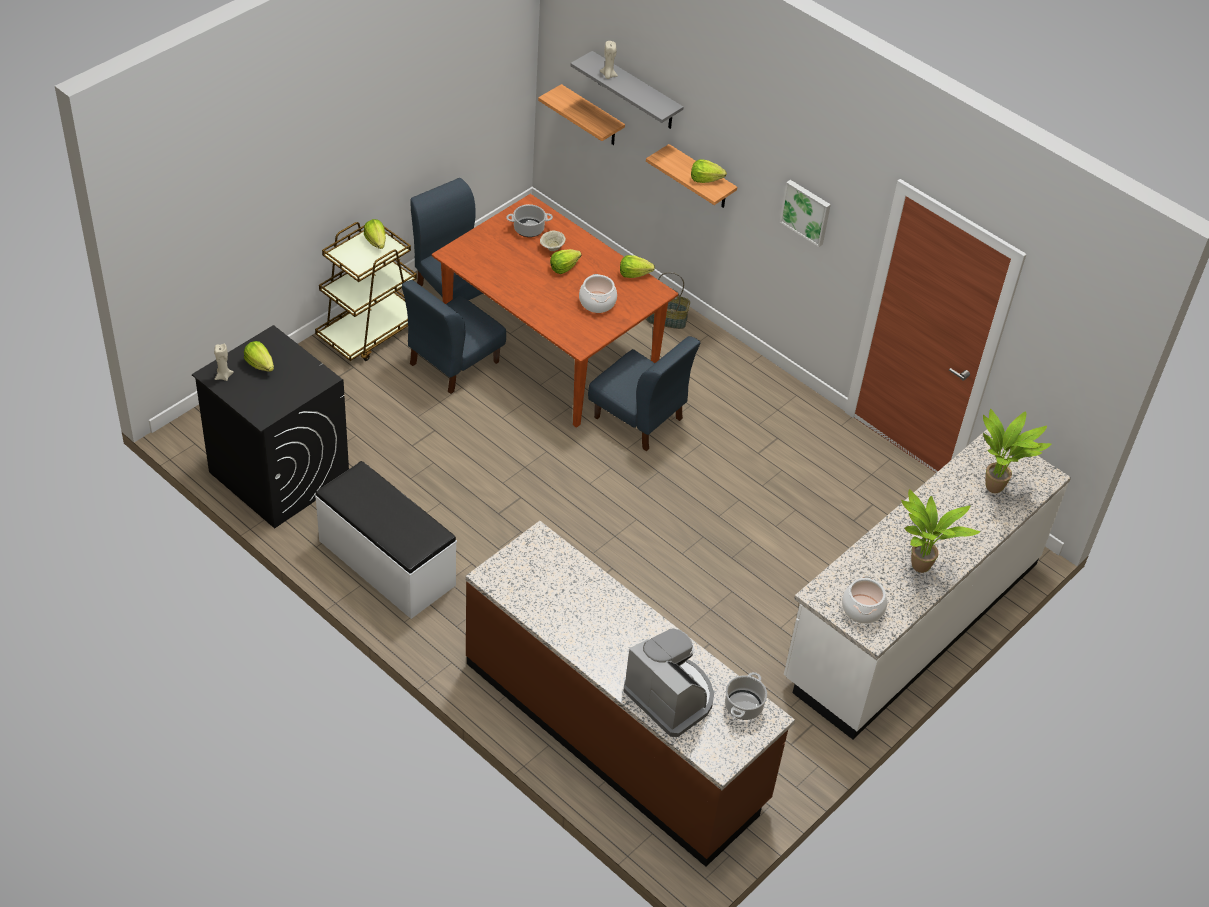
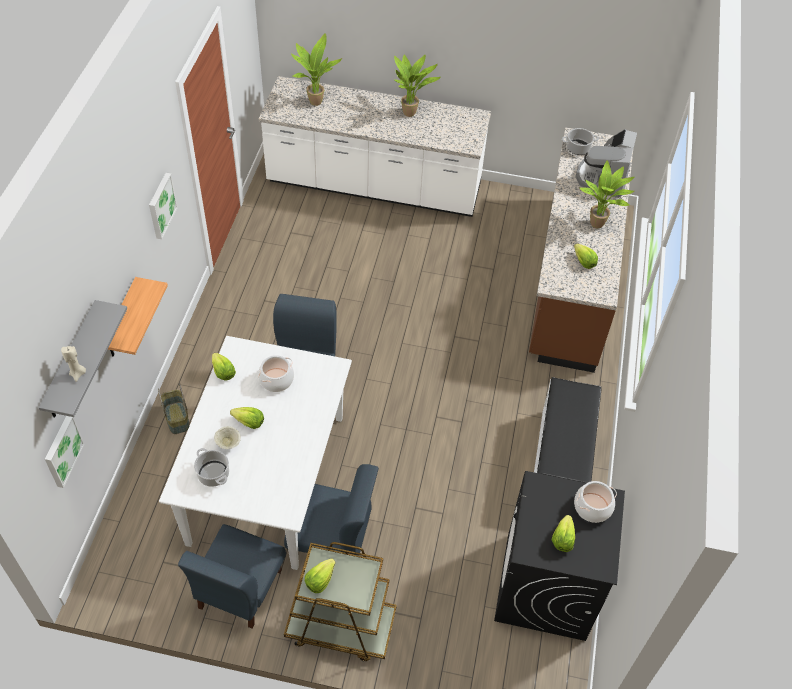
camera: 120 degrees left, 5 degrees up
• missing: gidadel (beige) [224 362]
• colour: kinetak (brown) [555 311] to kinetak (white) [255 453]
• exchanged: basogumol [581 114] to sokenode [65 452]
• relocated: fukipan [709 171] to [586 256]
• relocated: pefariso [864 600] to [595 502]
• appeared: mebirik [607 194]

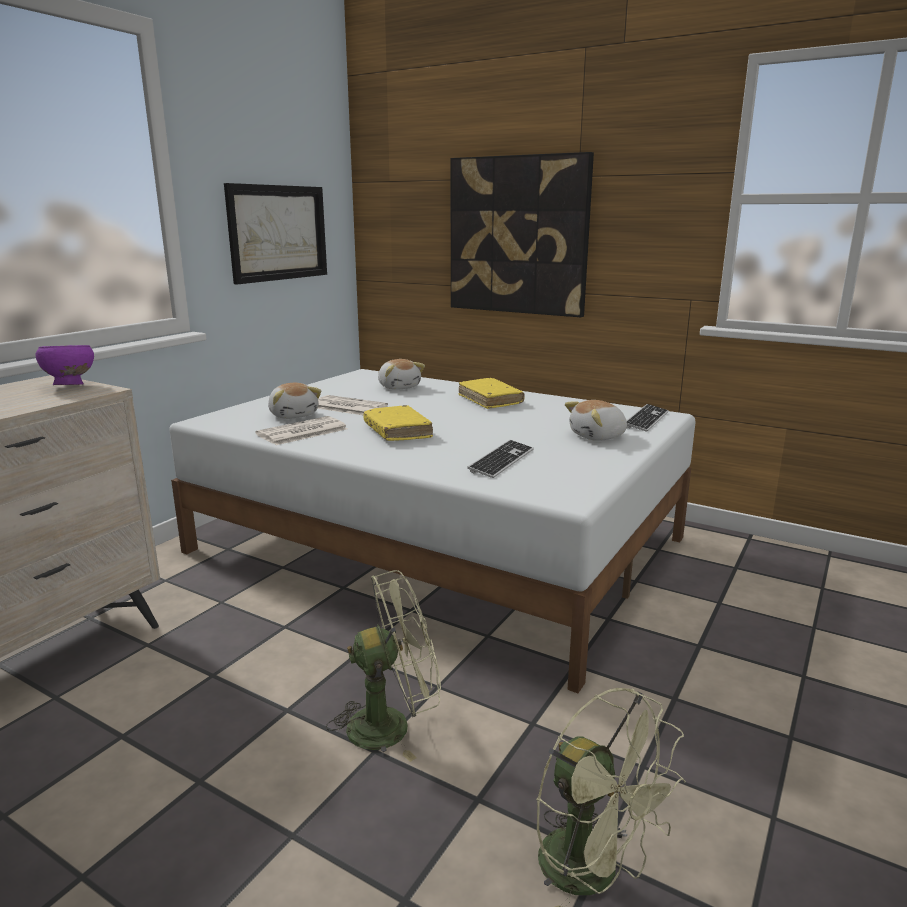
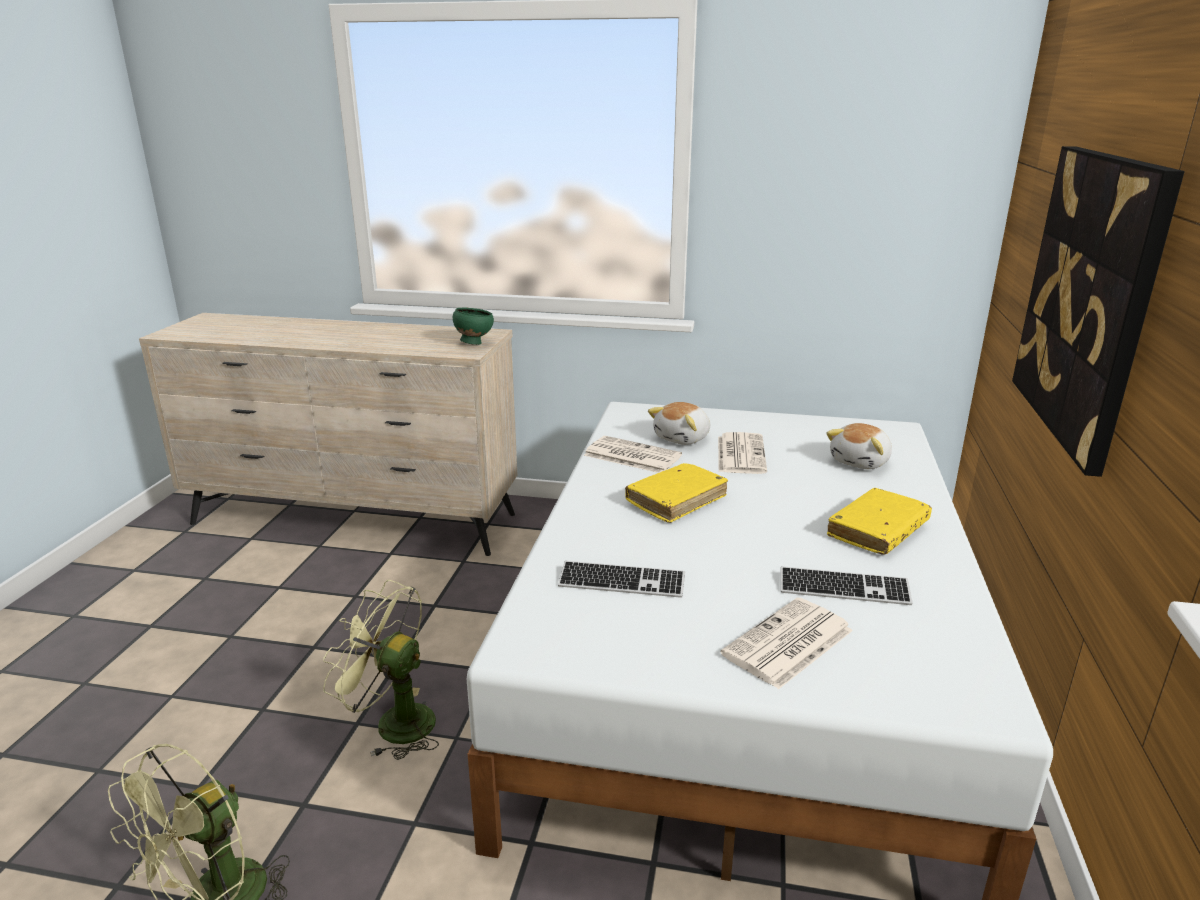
camera: 70 degrees right, 5 degrees up
• colour: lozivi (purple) [65 365] to lozivi (green) [473 326]
• missing: sokenode [275 233]
• spun: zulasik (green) [383 666] = [381 670] 150 degrees clockwise
• exchanged: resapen [596 420] to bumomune [787 643]
• relocated: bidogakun [648 417] to [846 585]

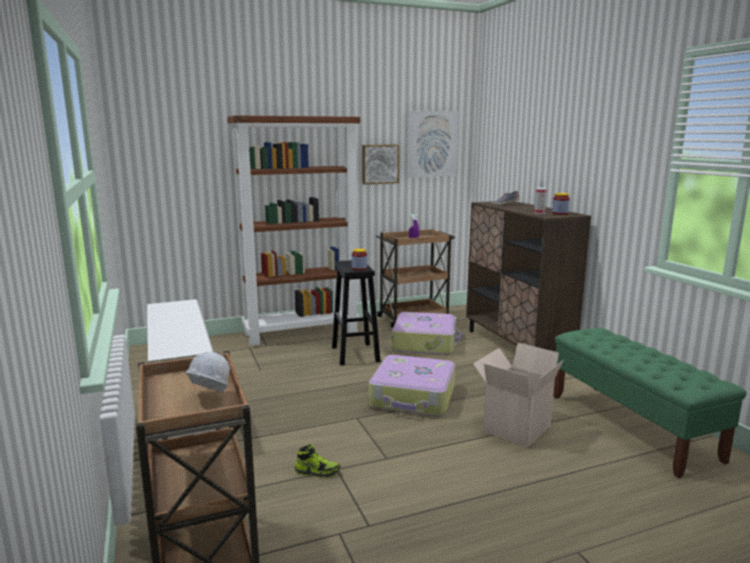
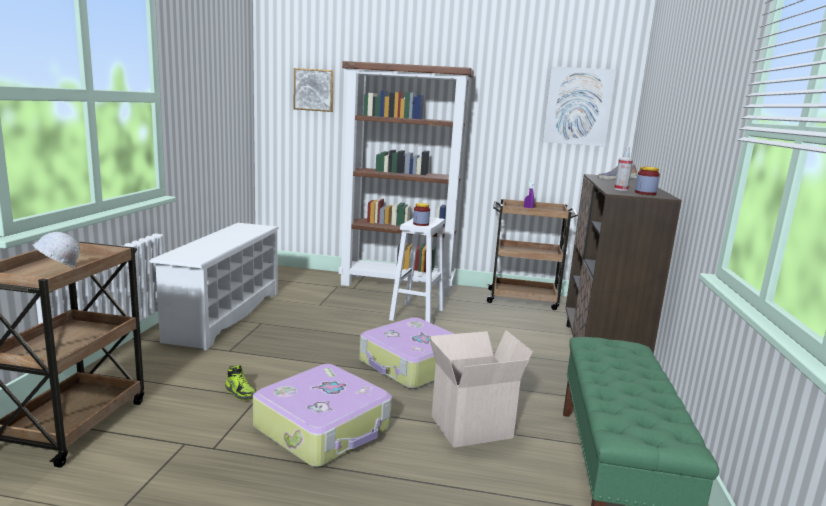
camera: 30 degrees right, 0 degrees up
• colour: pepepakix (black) [356 313] to pepepakix (white) [417 270]
• relocated: sokenode [380 164] to [314 90]
• relocated: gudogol [427 333] to [322 415]

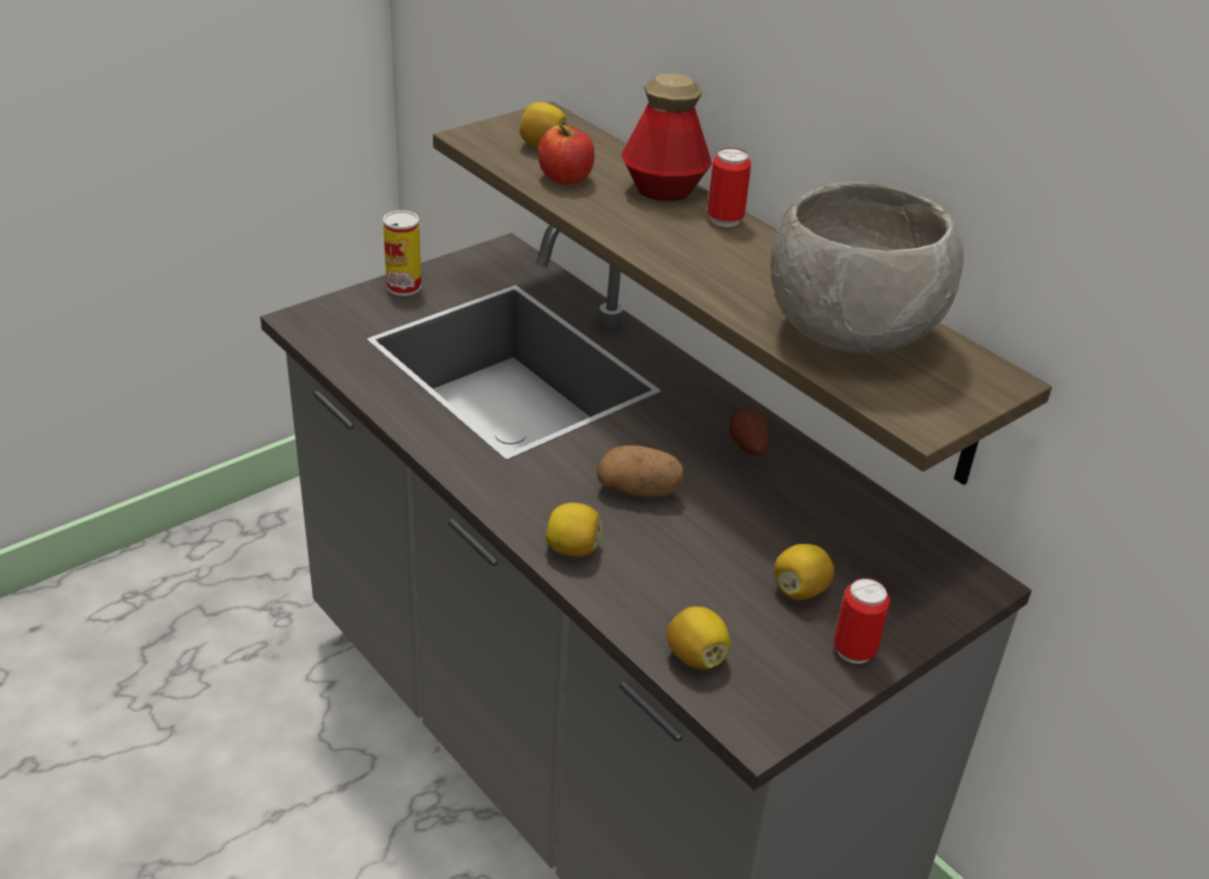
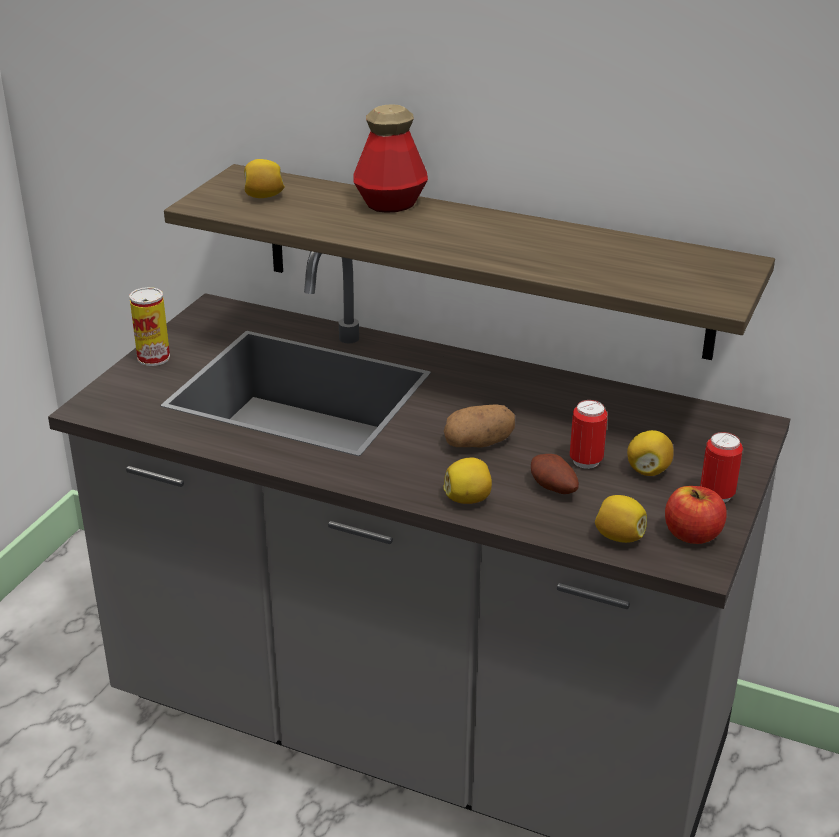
camera: 25 degrees left, 5 degrees down
• relocated: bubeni [566 155] to [696 515]
• relocated: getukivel [729 187] to [588 434]
• relocated: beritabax [749 432] to [555 474]
• missing: lozivi (grey) [867 267]

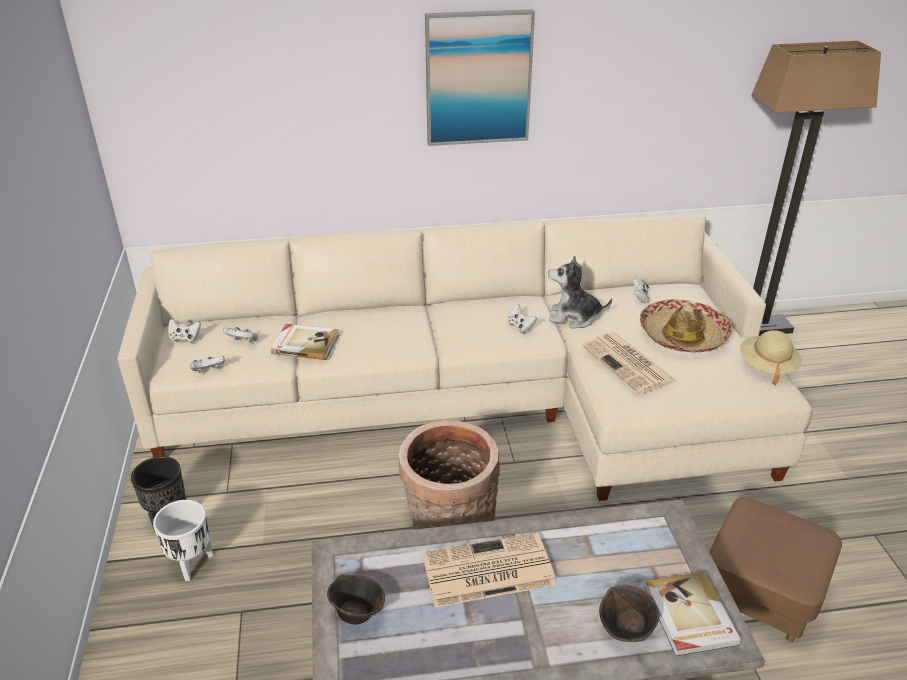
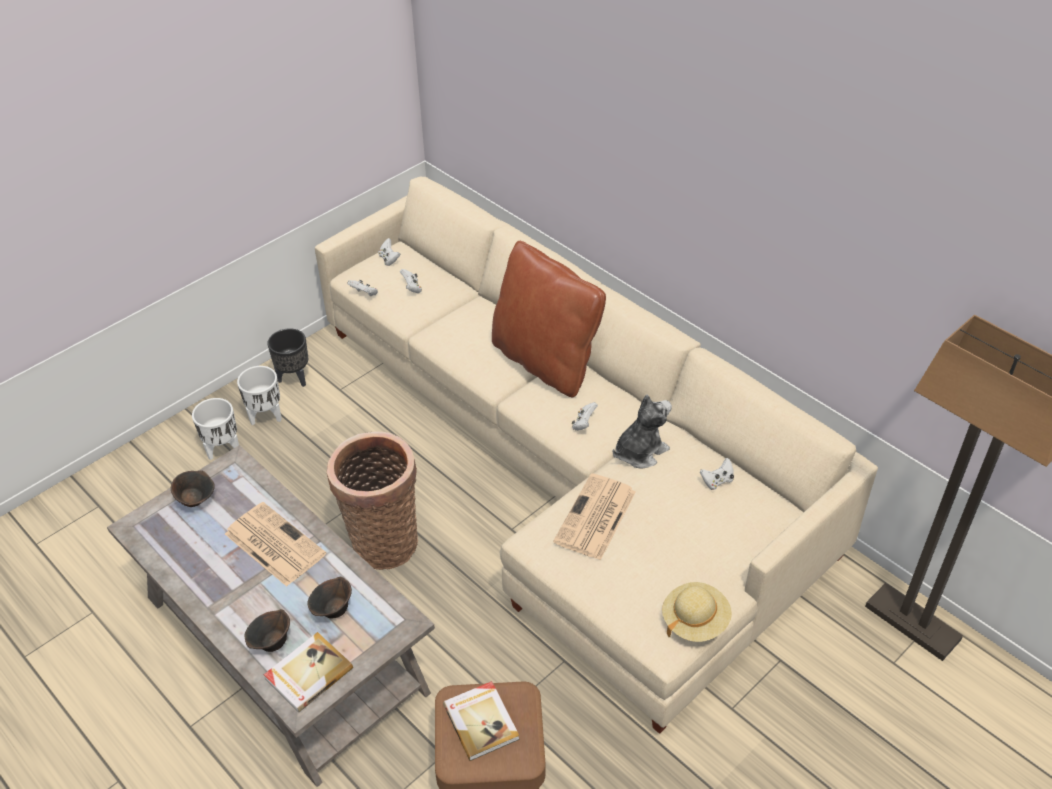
camera: 55 degrees right, 10 degrees up
• relocated: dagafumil [304 342] to [481 721]
• missing: sokenode [480 77]
• spun: resapen [580 292] = [642 432] 75 degrees clockwise
• missing: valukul [686 325]
• appeared: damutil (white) [215 429]
• appeared: lozivi (brown) [329 597]
• appeared: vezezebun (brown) [549 319]

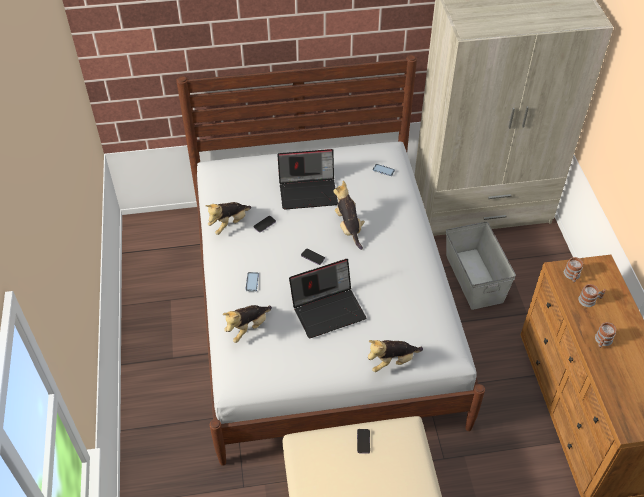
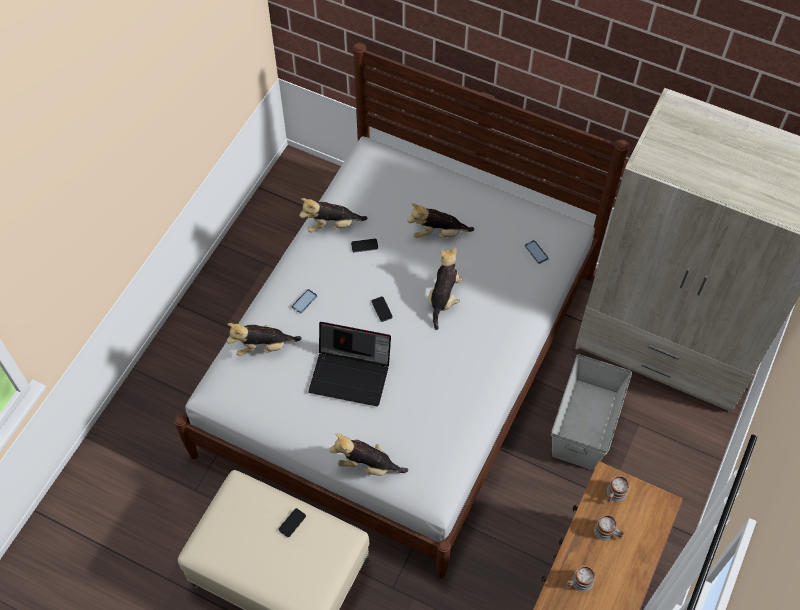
camera: 35 degrees right, 10 degrees up
• exchanged: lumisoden [307 179] to resapen [440 220]

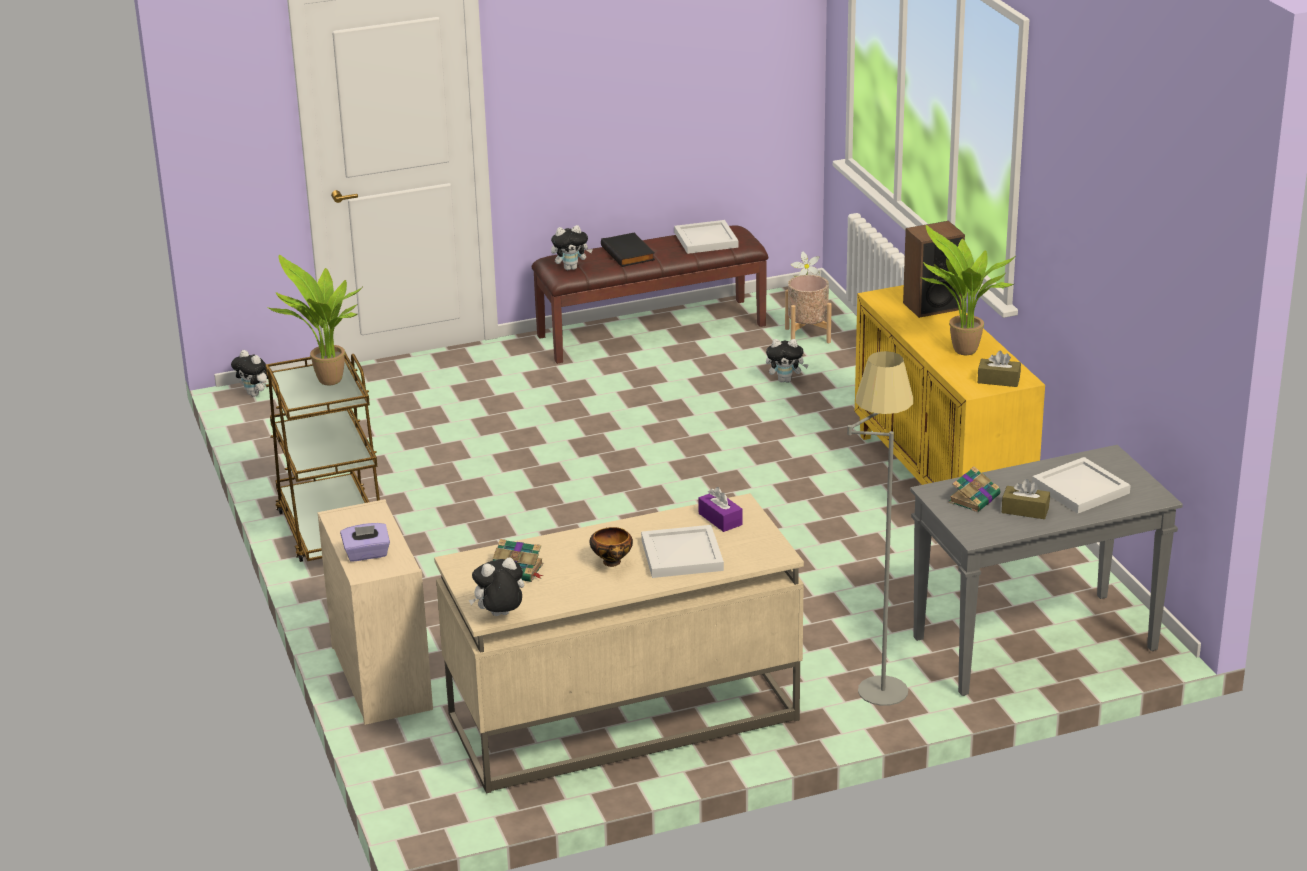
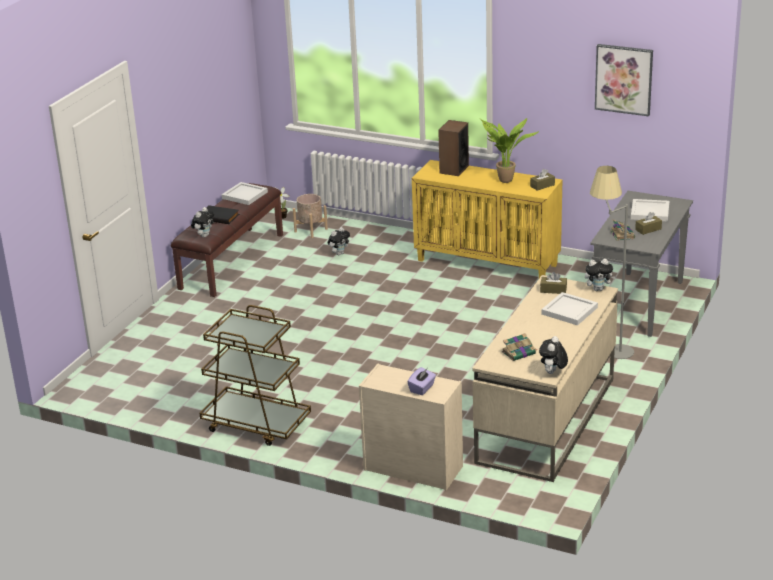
camera: 45 degrees left, 0 degrees up
• relocated: resapen [249 373] to [600 275]
• missing: mebirik [315 320]
• missing: lozivi [611 547]
• colour: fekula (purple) [720 509] to fekula (brown) [553 283]
• appeared: sokenode [624 80]

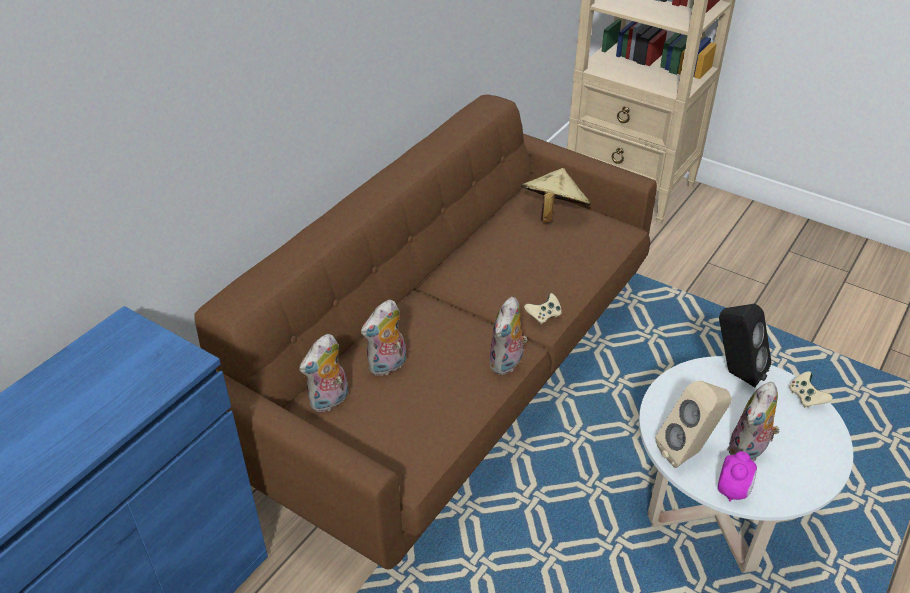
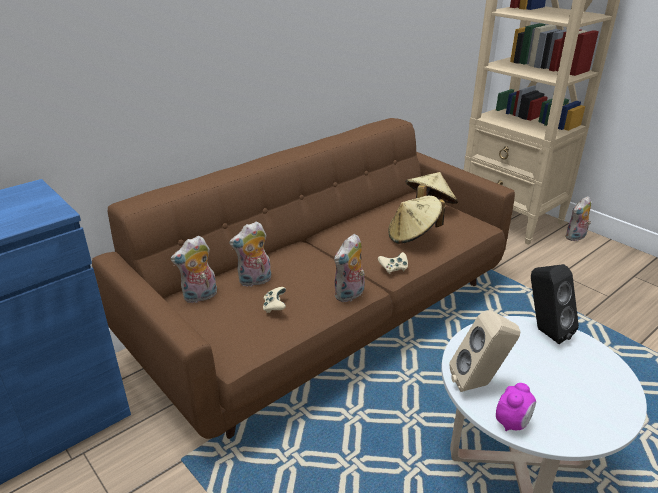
camera: 15 degrees right, 10 degrees down
• relocated: resapen [753 422] to [578 218]
• relocated: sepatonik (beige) [811 389] to [274 300]
• appeared: valukul (beige) [416 220]

